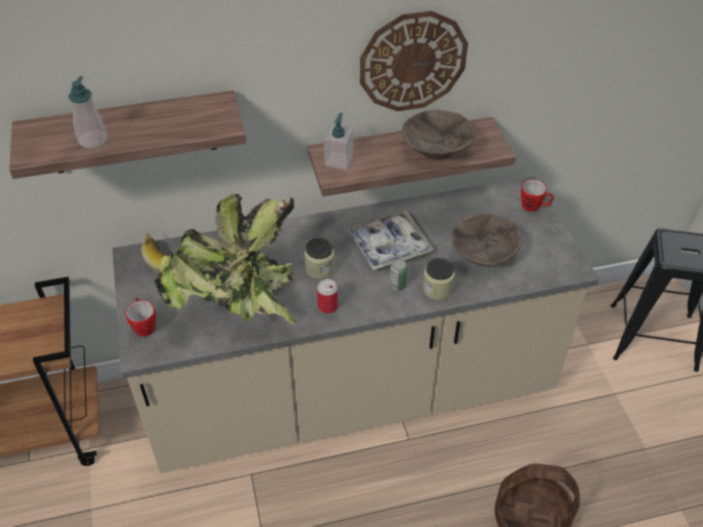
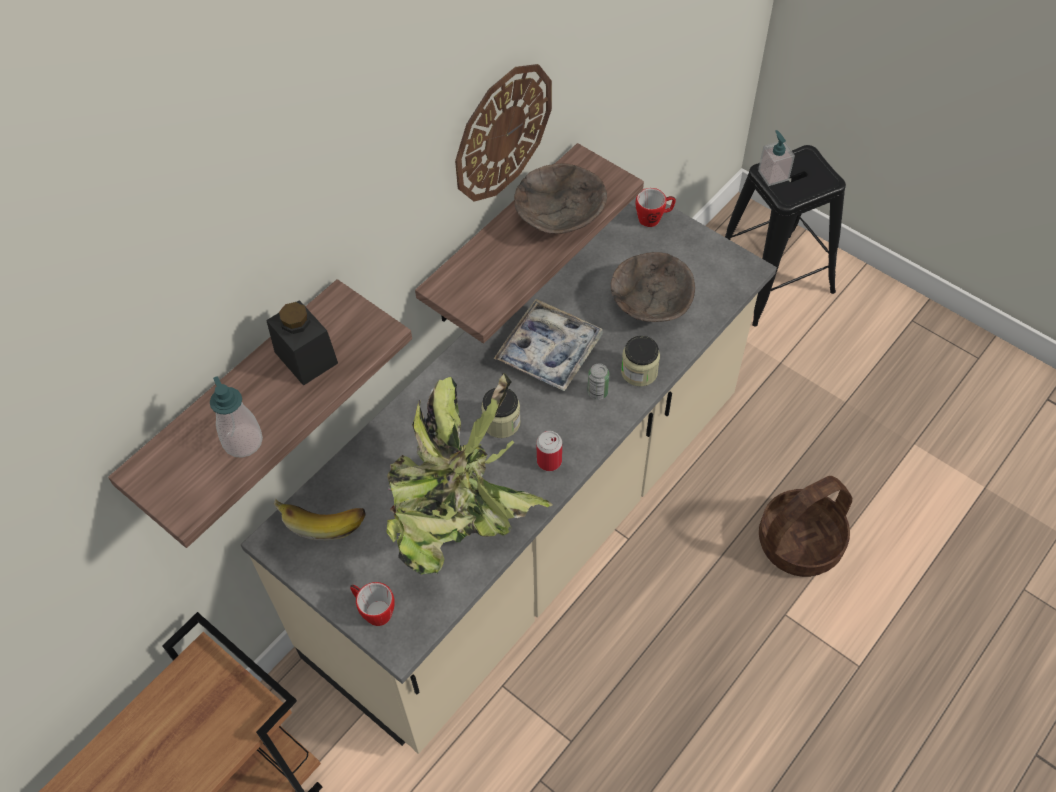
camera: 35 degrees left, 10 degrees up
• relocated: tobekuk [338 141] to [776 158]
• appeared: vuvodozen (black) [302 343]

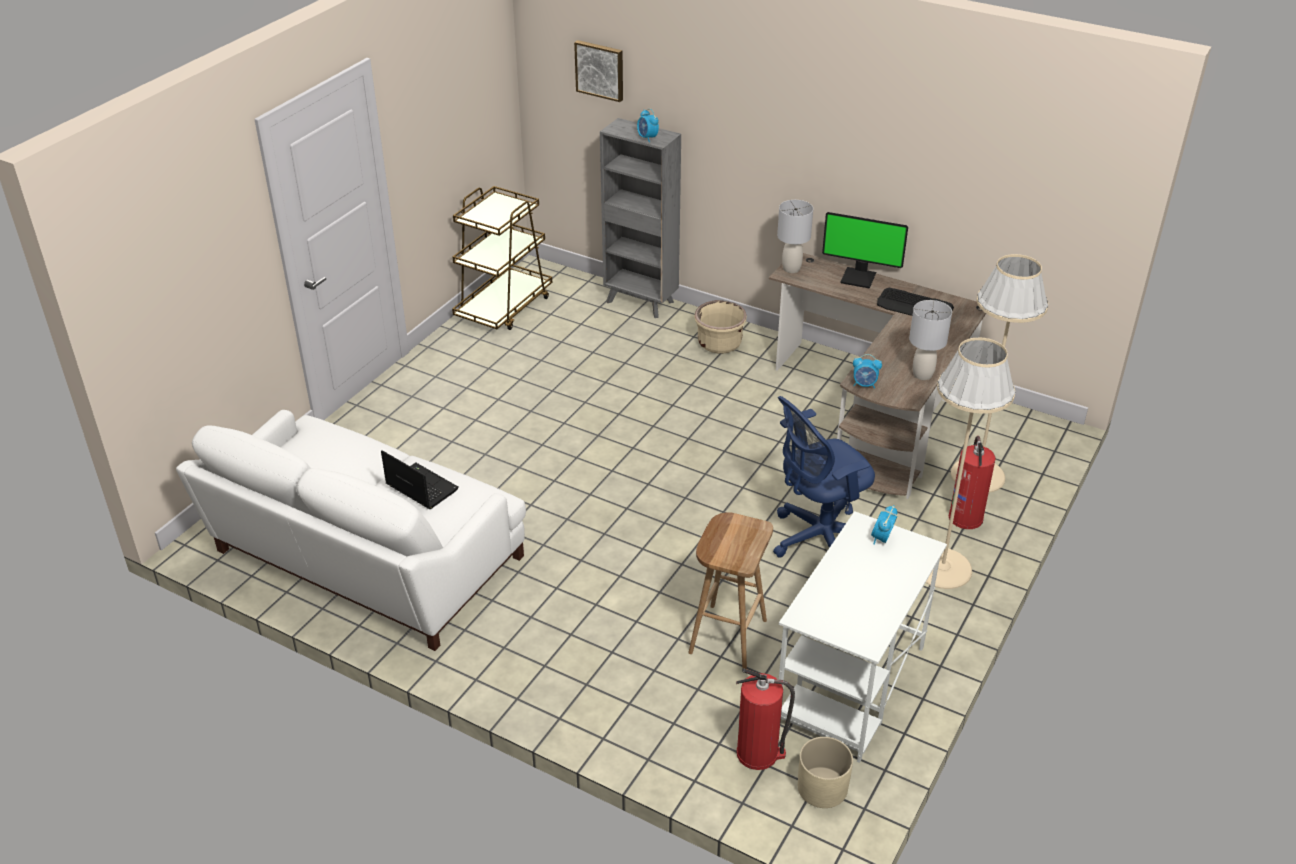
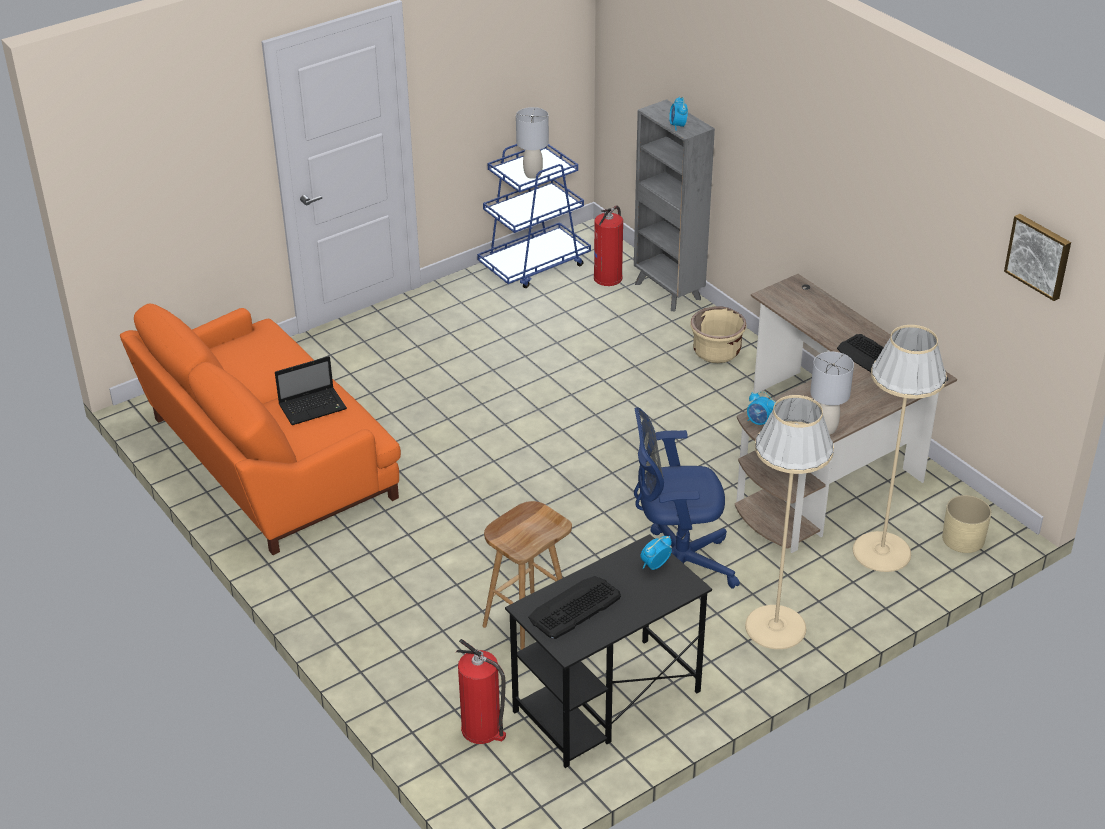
camera: 25 degrees right, 0 degrees up
• colour: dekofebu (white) [351 530] to dekofebu (orange) [260 429]
• spun: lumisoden [420 479] = [311 390] 90 degrees clockwise
• colour: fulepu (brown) [502 258] to fulepu (blue) [534 216]
• relocated: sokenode [598 71] to [1037 257]
• relocated: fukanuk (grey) [795 236] to [532 143]
• colour: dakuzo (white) [863 637] to dakuzo (black) [608 651]
• relocated: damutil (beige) [825 772] to [966 524]
• missing: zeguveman [865 250]
• relocated: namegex [972 482] to [608 245]
• appeared: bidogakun [574 607]

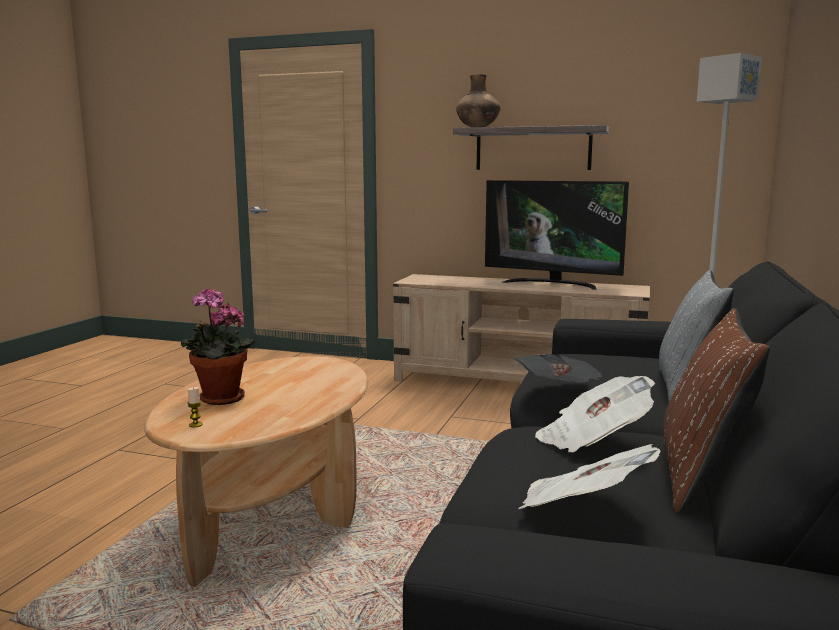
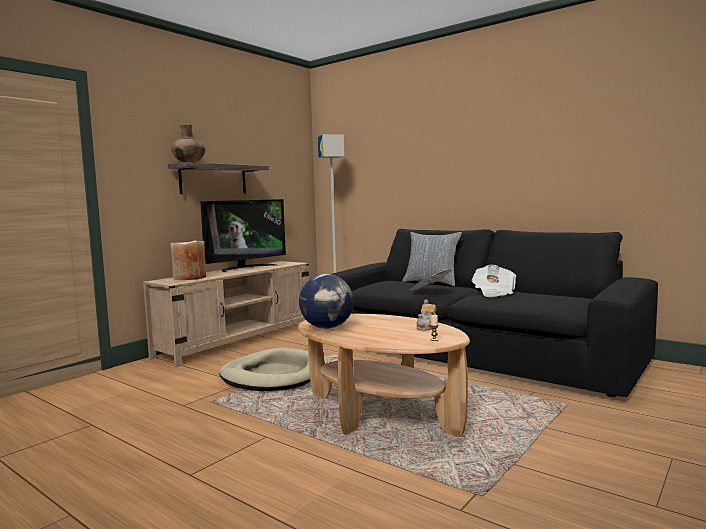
camera: 70 degrees left, 5 degrees down
• missing: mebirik [218 346]
• missing: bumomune [590 476]
• missing: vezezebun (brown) [716 411]
• appeared: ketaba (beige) [188 260]
• appeared: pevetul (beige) [273 369]
• appeared: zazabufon [326 301]
• appeared: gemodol [427 315]

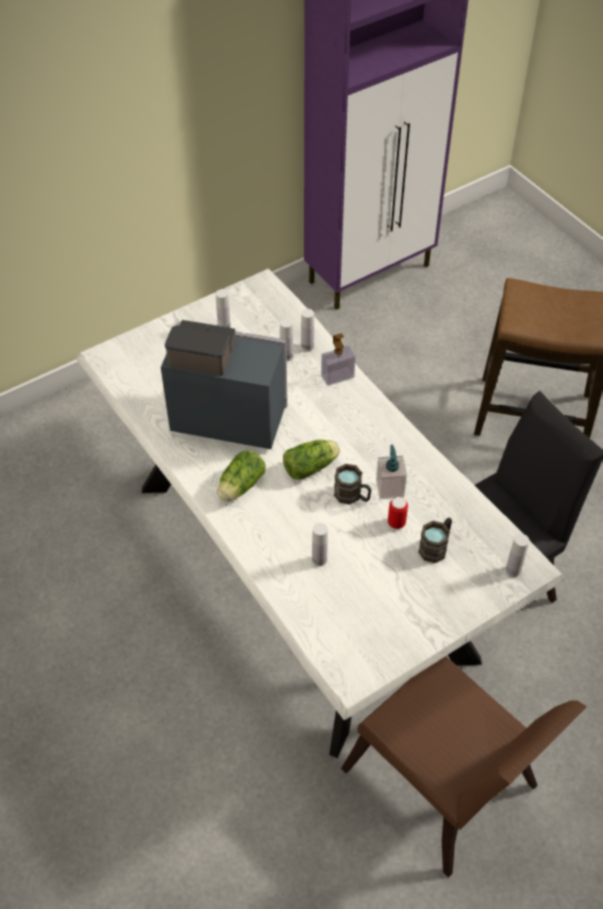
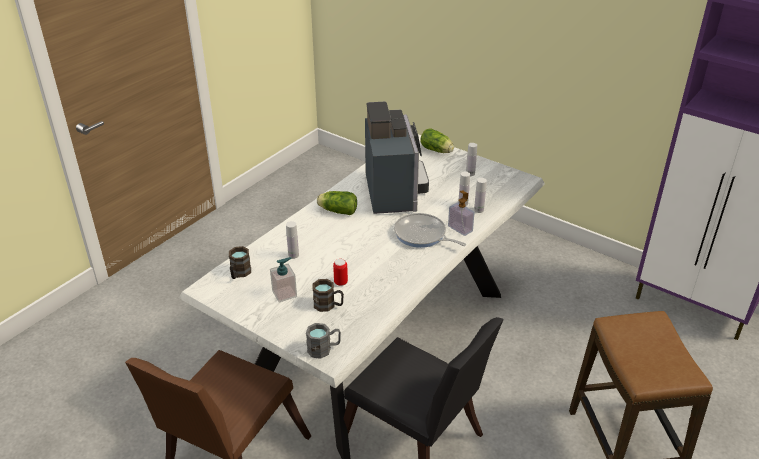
camera: 70 degrees right, 15 degrees down
• relocated: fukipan [311 459] to [437 140]
• relocated: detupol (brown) [352 484] to [240 262]
• relocated: tobekuk [391 472] to [283 279]
• exchanged: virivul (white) [517 555] to detupol (grey) [323 341]
• appeared: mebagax [430 230]

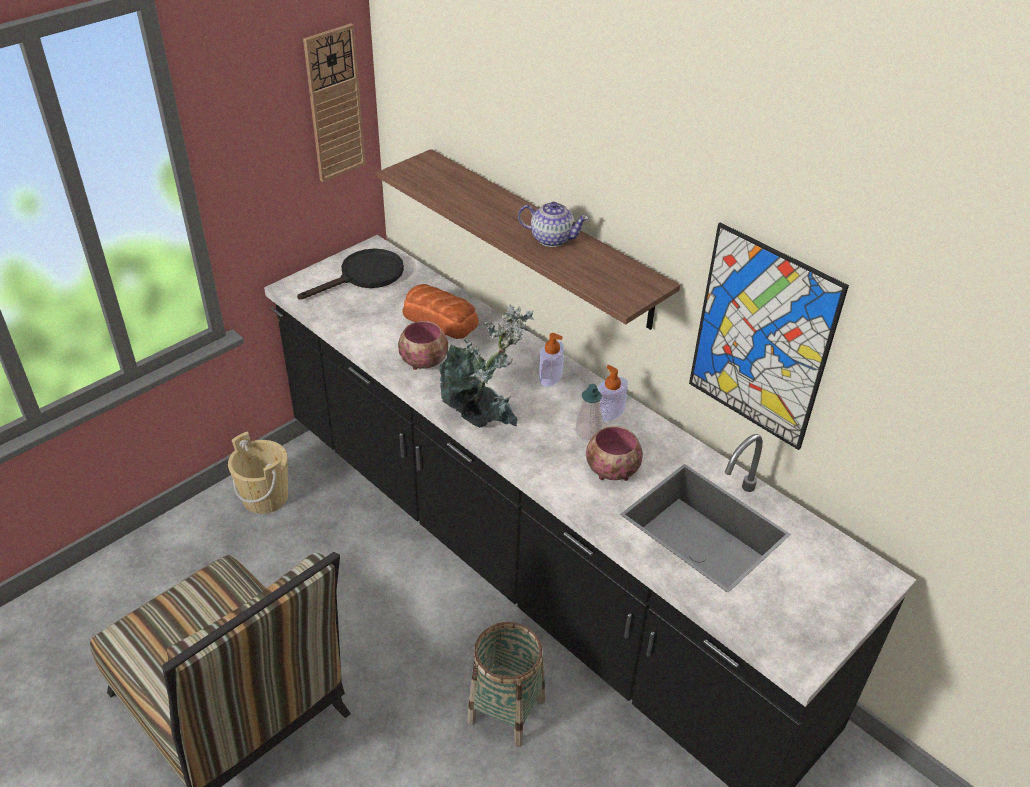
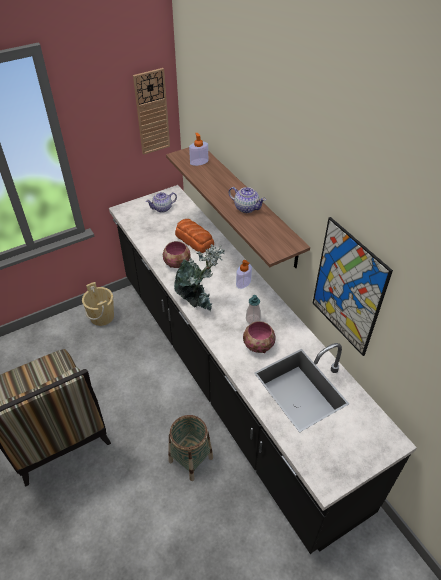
camera: 15 degrees right, 5 degrees up
• exchanged: mebagax (black) [350 274] to gemodol [161 202]
• relocated: tobekuk [612 393] to [198 149]

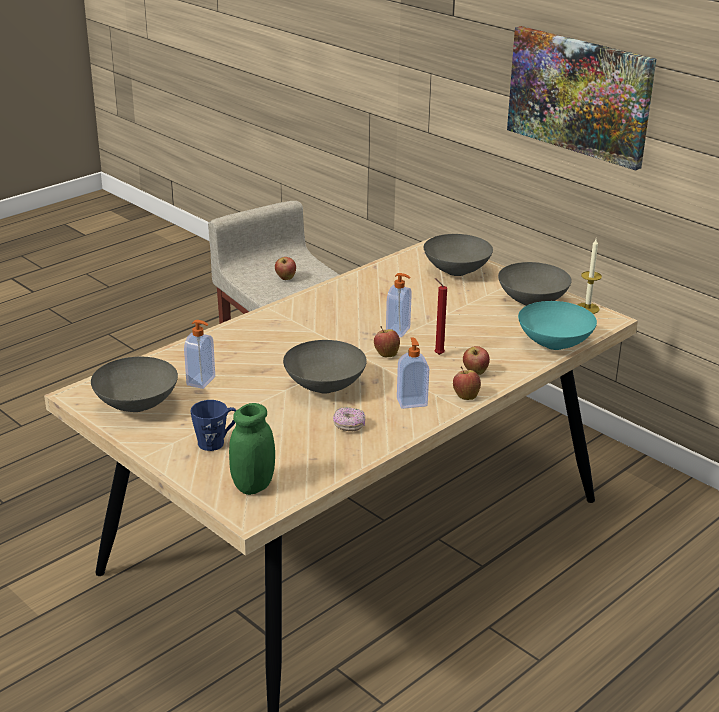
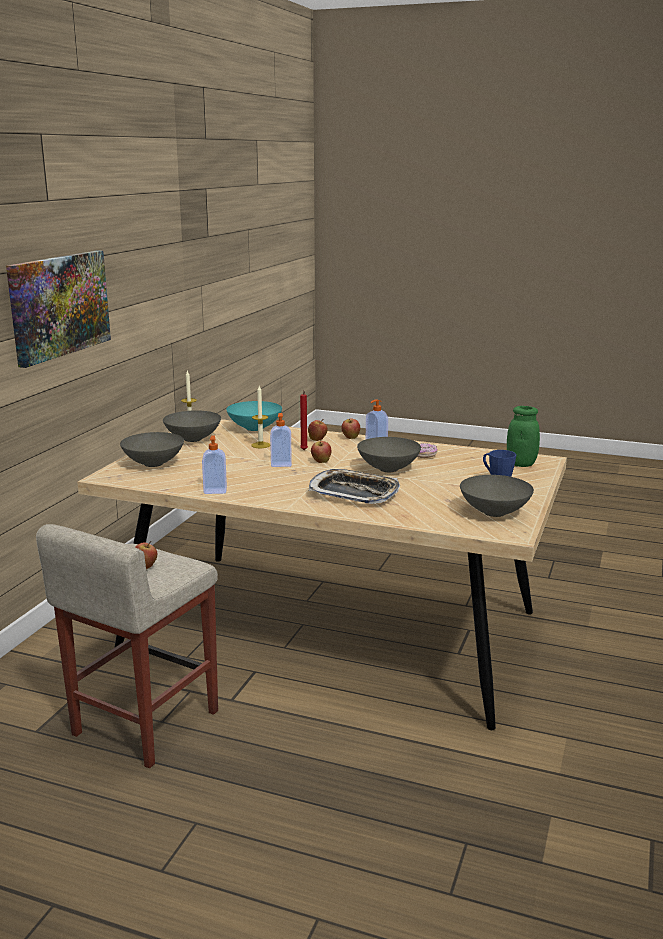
camera: 115 degrees left, 10 degrees down
• relocated: tobekuk [199 354] to [214 465]
• appeared: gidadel [260 417]
• appeared: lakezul [354 486]

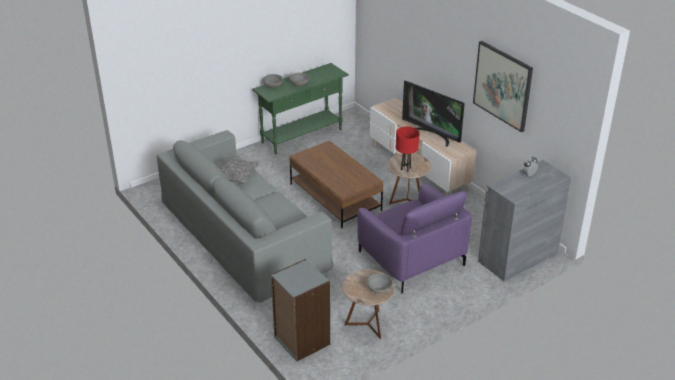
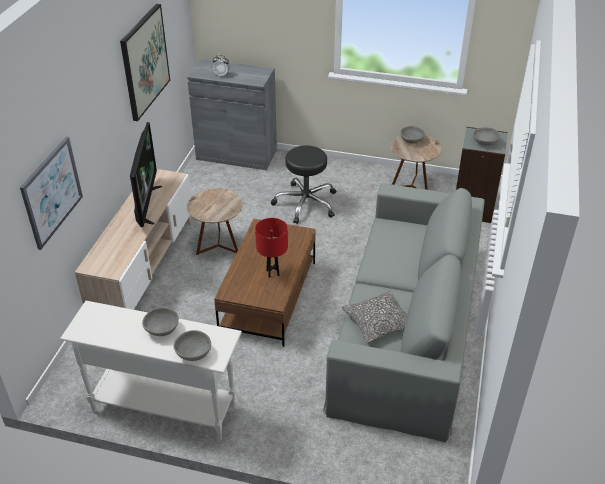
camera: 130 degrees left, 5 degrees up
• colour: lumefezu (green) [300 108] to lumefezu (white) [151 371]
• exchanged: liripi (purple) [414 238] to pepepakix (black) [303 184]
• relocated: fukanuk (red) [408 149] to [271 248]
• appeared: sokenode [51 193]
• appeared: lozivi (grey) [486 136]

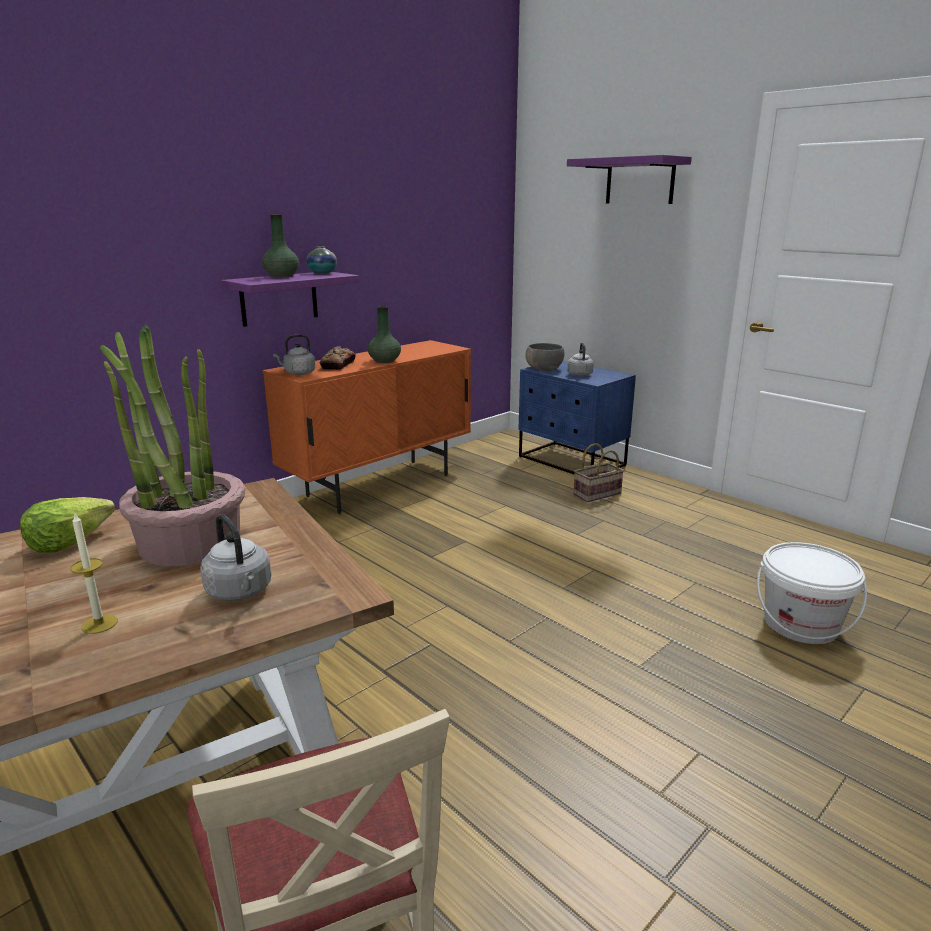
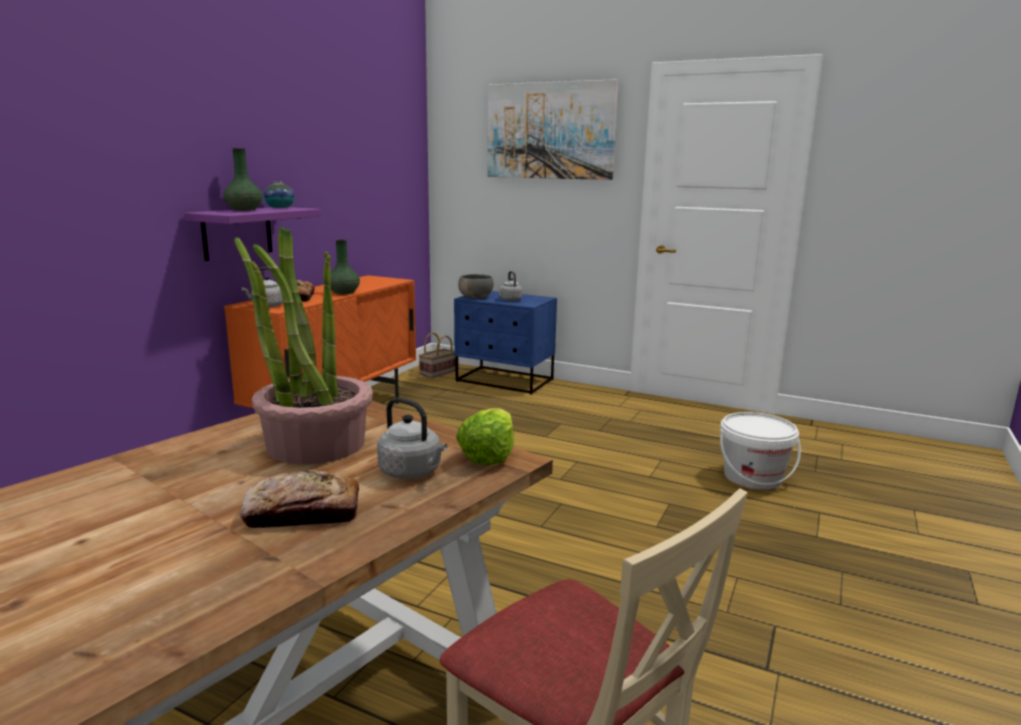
camera: 20 degrees left, 5 degrees down
• relocated: fukipan [67 525] to [485 436]
• exchanged: gidadel [94 573] to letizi [299 499]
• exchanged: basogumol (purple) [629 179] to sokenode [553 129]
• relocated: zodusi [598 472] to [437 355]

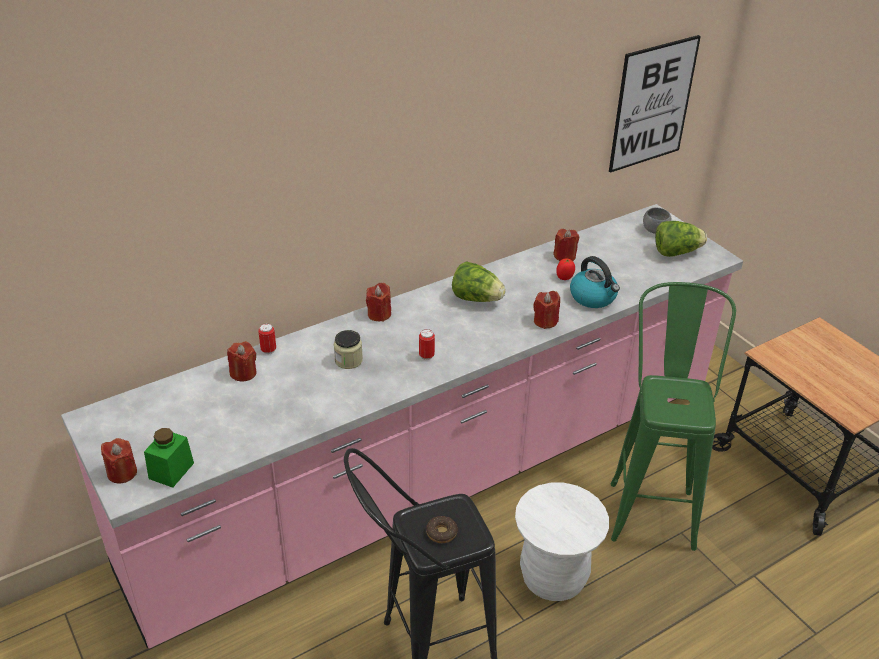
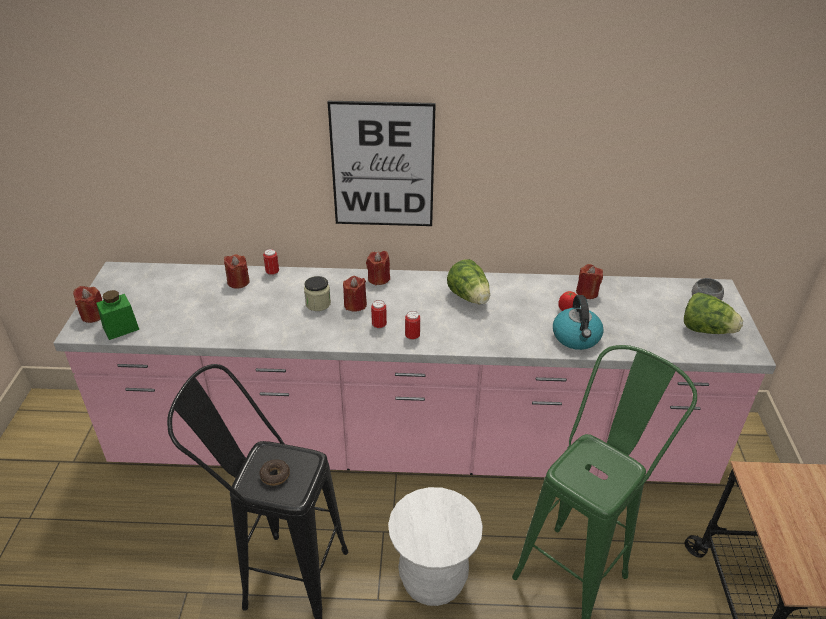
camera: 35 degrees right, 0 degrees up
• relocated: gidadel (red) [546 310] to [355 294]
• relocated: sokenode [655 104] to [382 163]
• appeared: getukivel [412 326]

